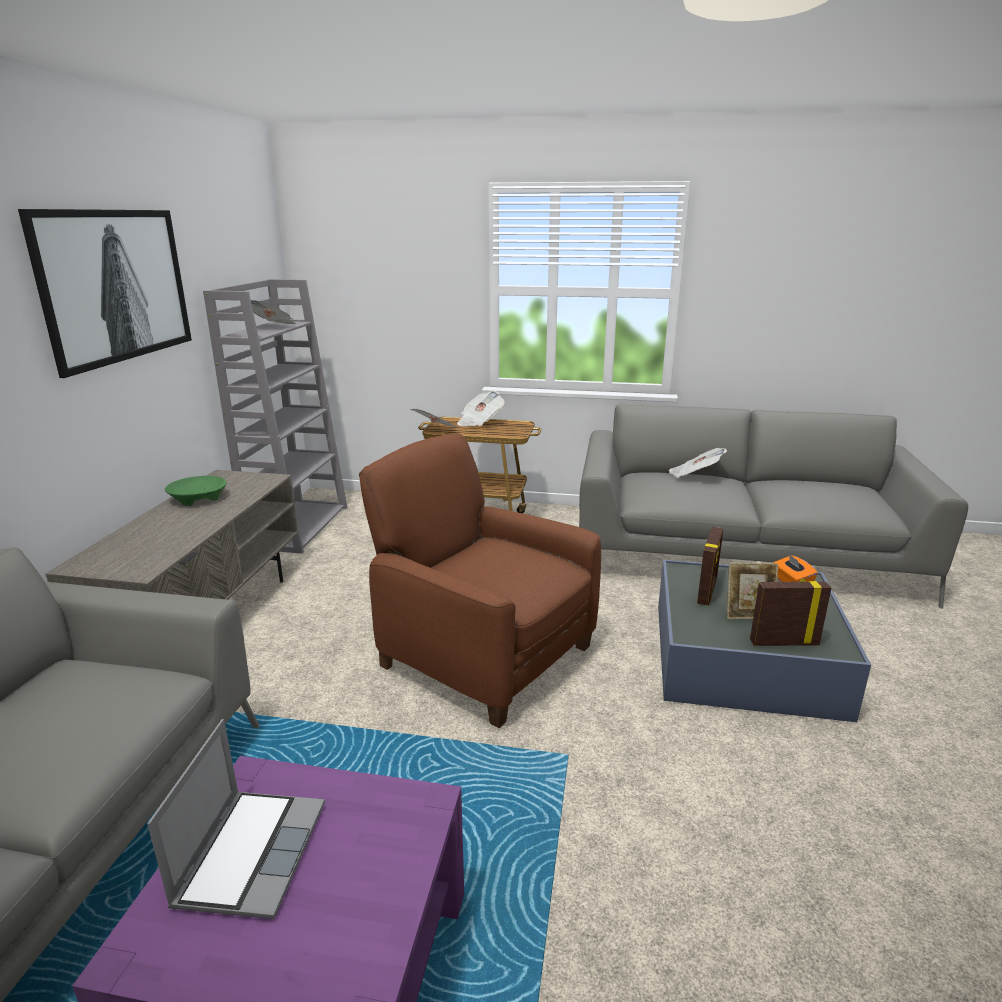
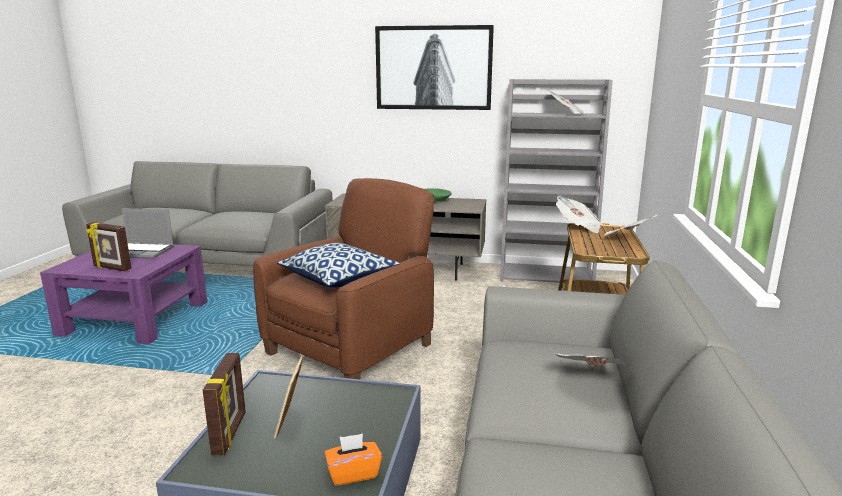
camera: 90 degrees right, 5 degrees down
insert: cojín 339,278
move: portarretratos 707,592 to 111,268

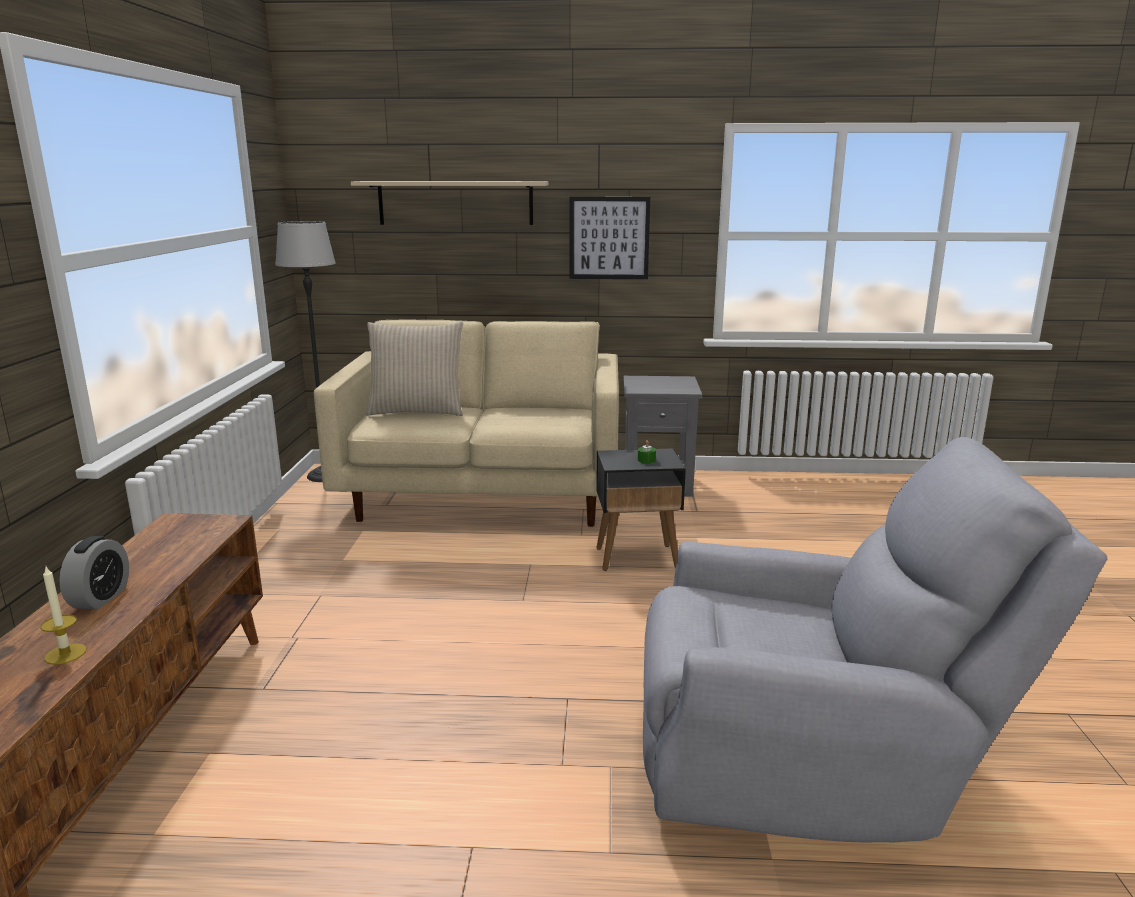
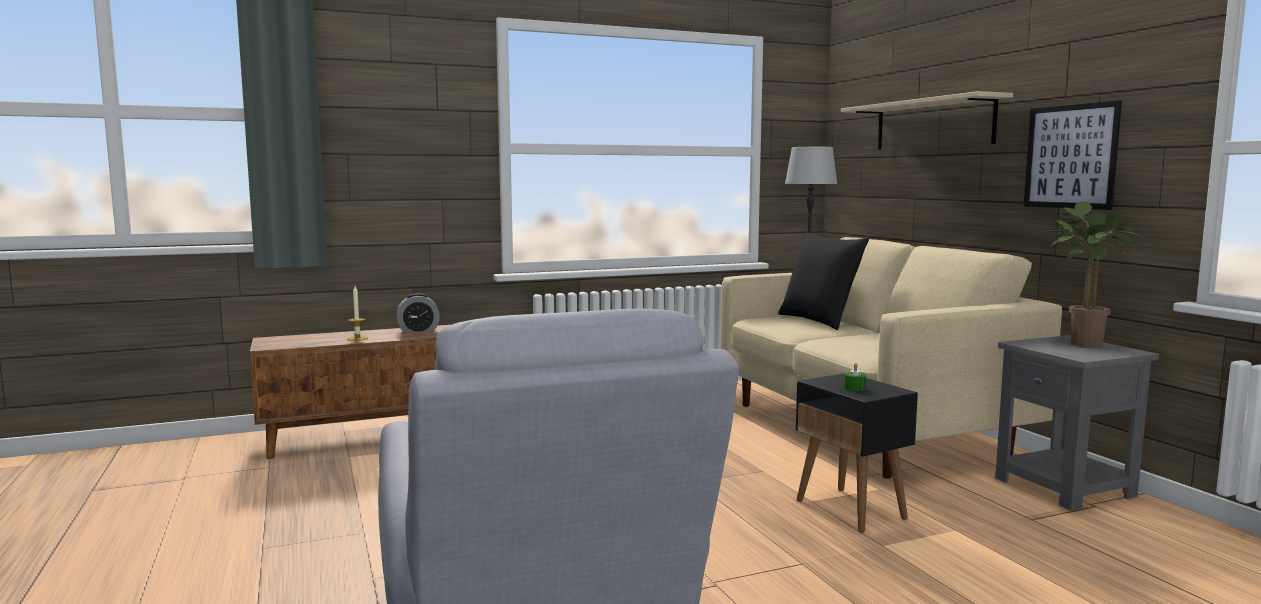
camera: 65 degrees right, 10 degrees down
insert: planta en maceta 1080,343
recolor: cojín/beis 417,411 to cojín/negro 819,321

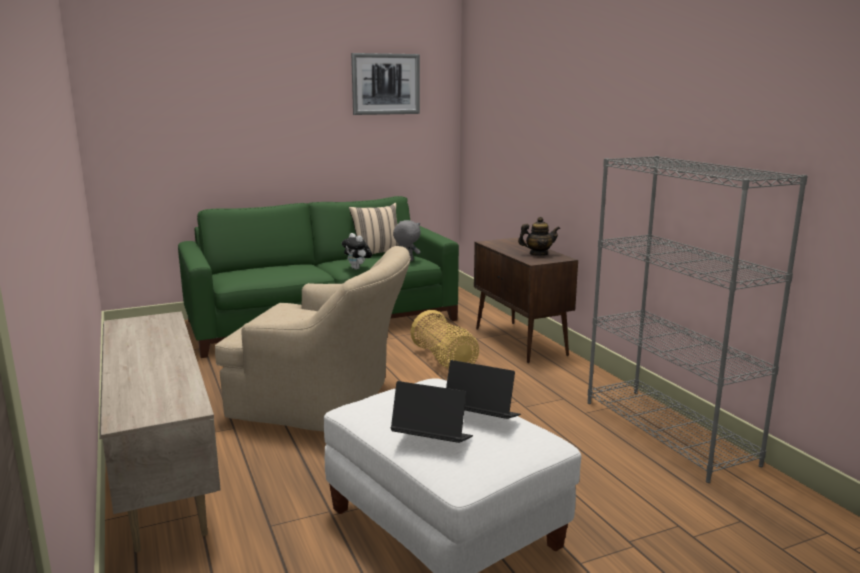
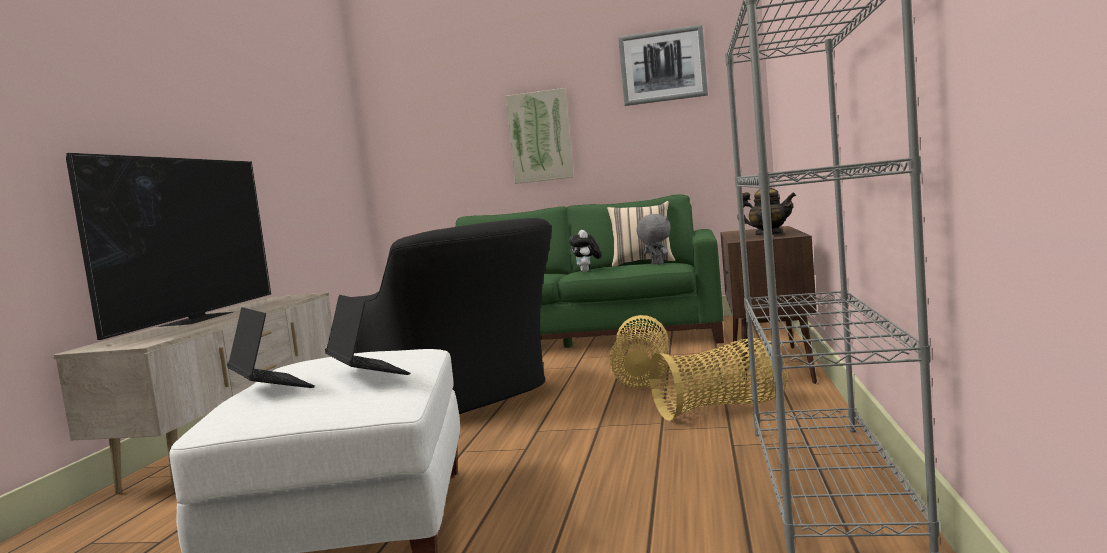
camera: 35 degrees right, 10 degrees down
insert: televisor 198,318; cuadro 540,136; cesta 722,409
recolor: sillón/beis 325,401 to sillón/negro 458,402

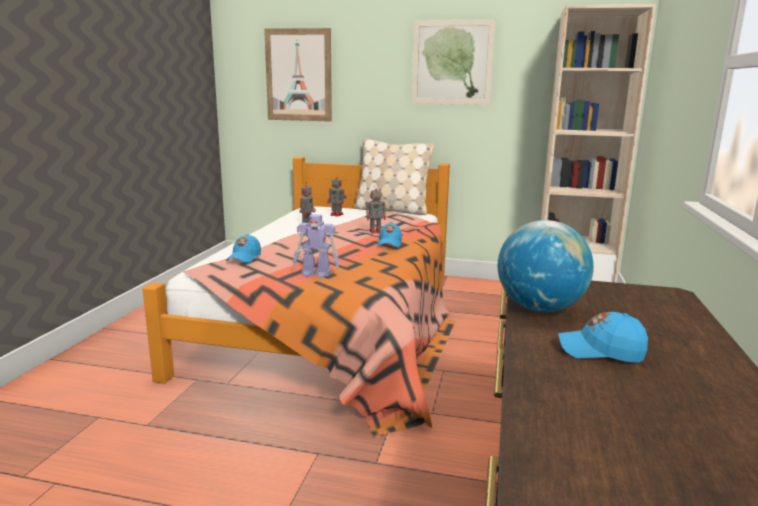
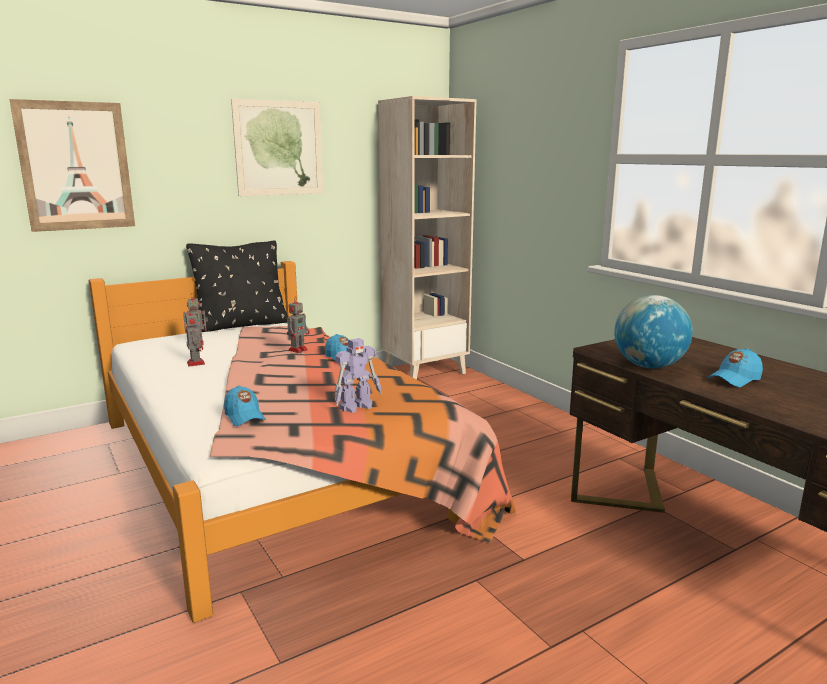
camera: 45 degrees left, 0 degrees up
recolor: cojín/beis 392,210 to cojín/negro 242,325

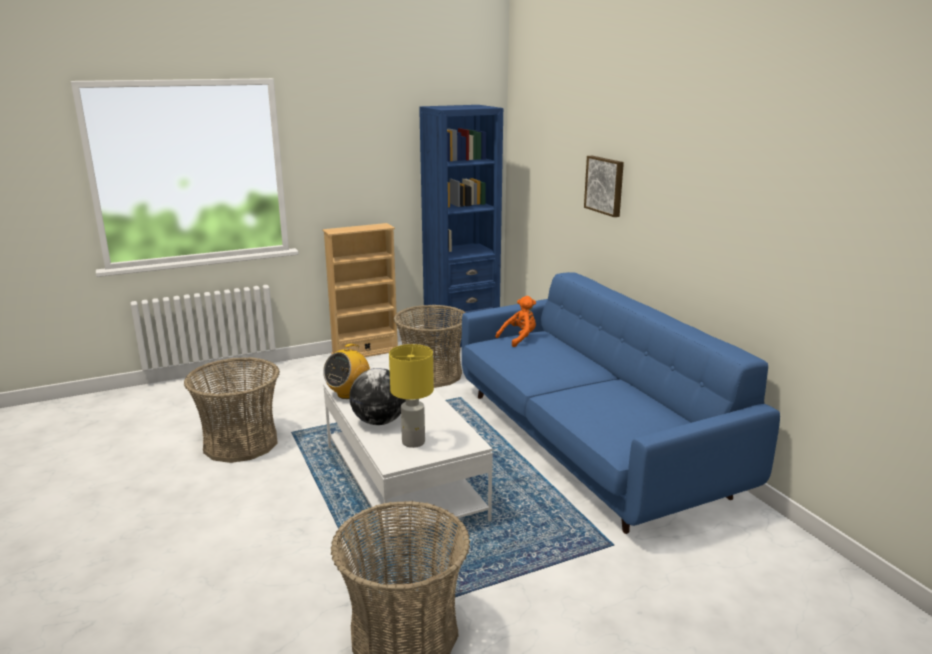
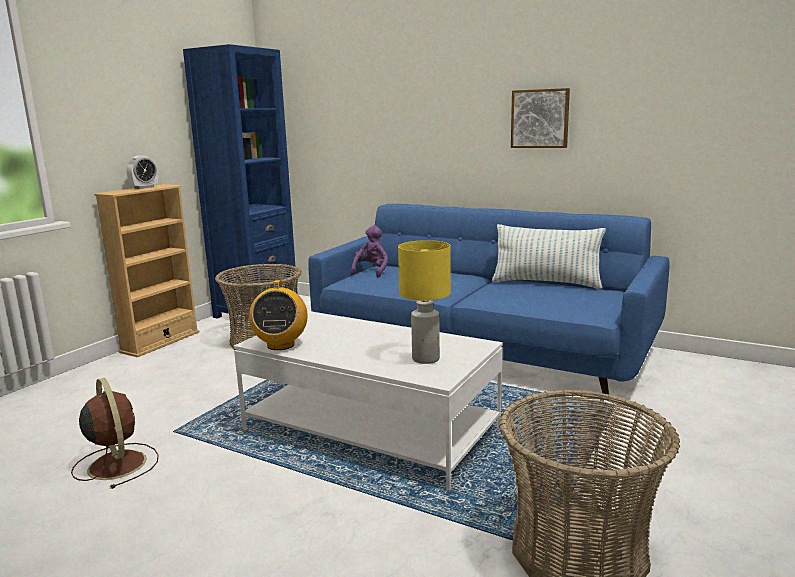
camera: 35 degrees left, 5 degrees down
delete: globo terráqueo 379,422
insert: despertador 144,187; cojín 546,283
move: cuadro 605,185 to 540,118
replace: cesta 240,443 to ventilador/marrón 116,464
recolor: peluche/naranja 519,338 to peluche/morado 371,271

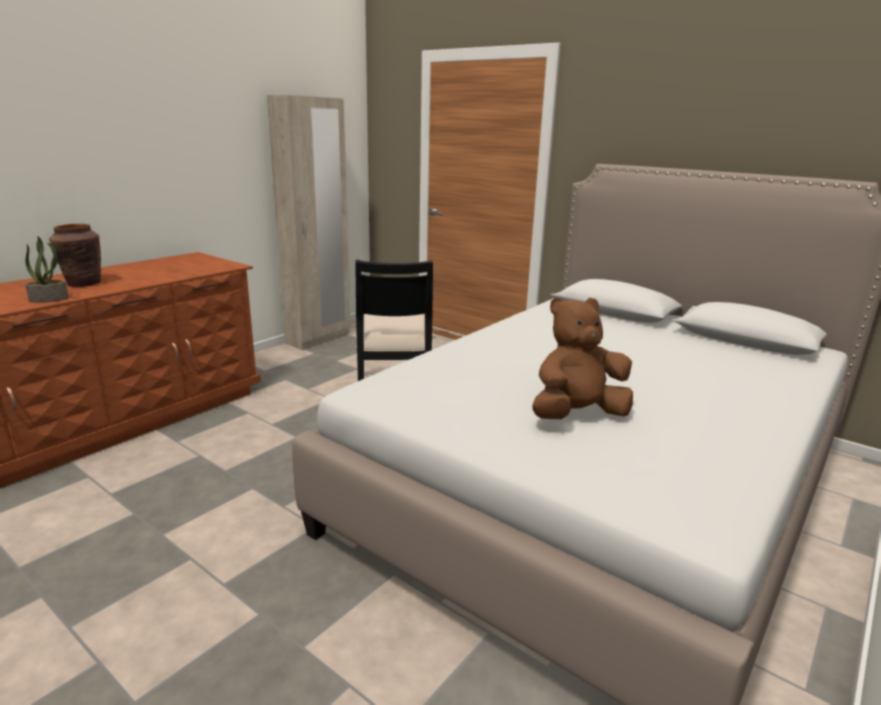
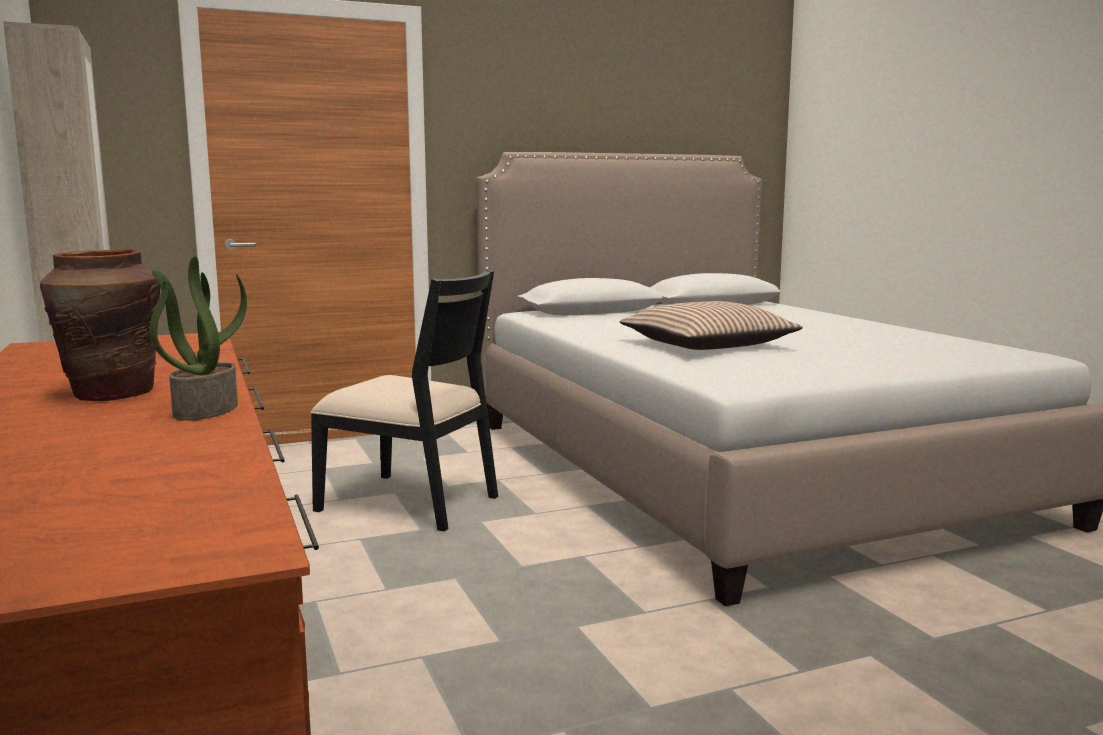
camera: 60 degrees left, 10 degrees down
delete: peluche/marrón 577,415
insert: cojín 707,345

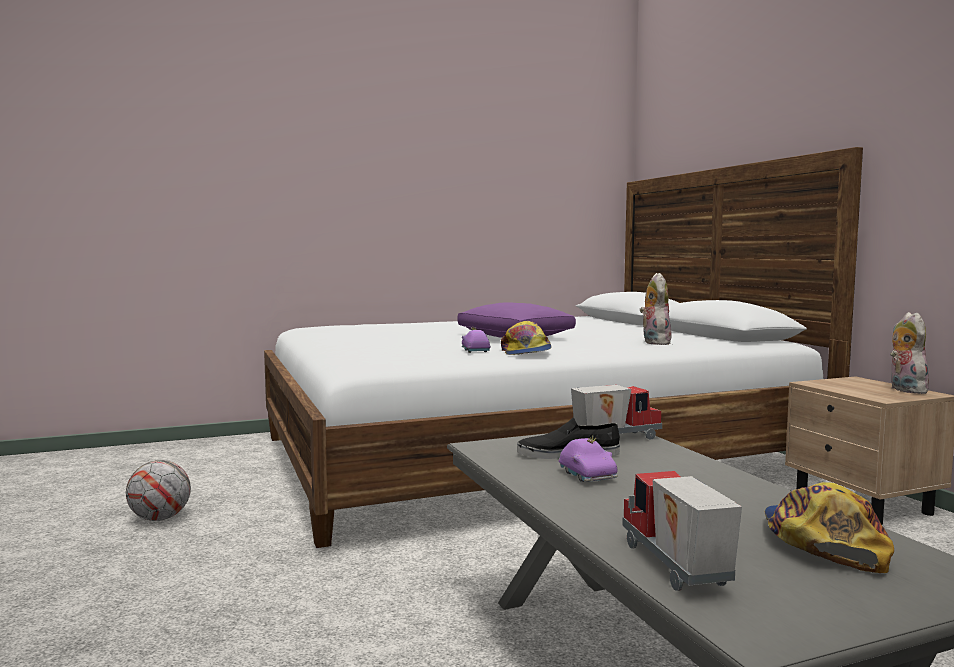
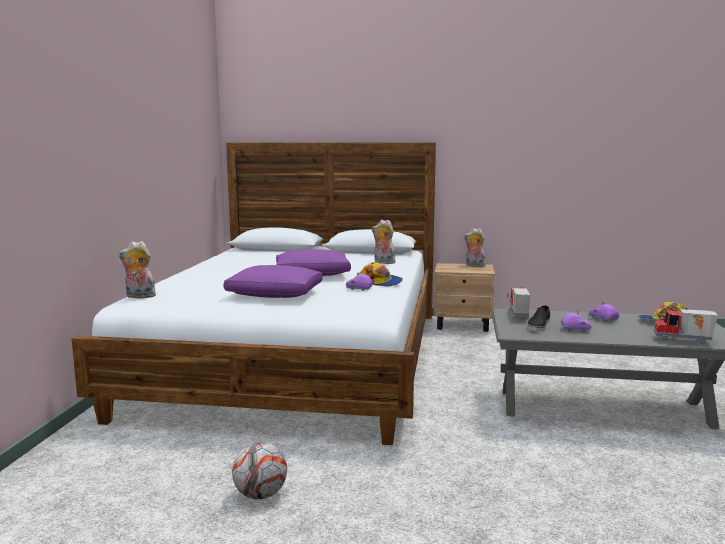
camera: 60 degrees left, 5 degrees up
insert: peluche 139,296; cojín/morado 276,294; coche de juguete/morado 603,319

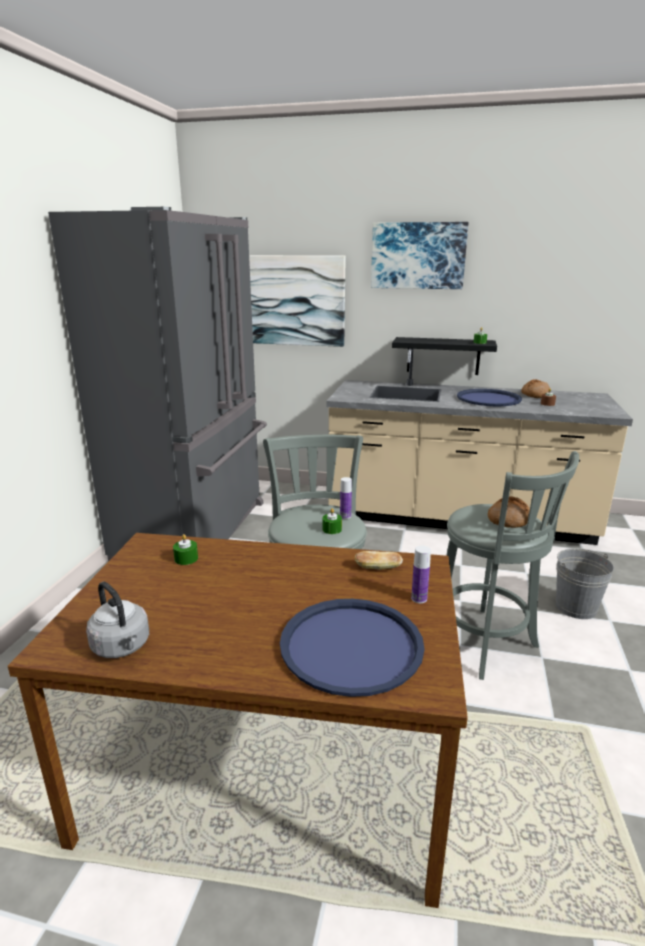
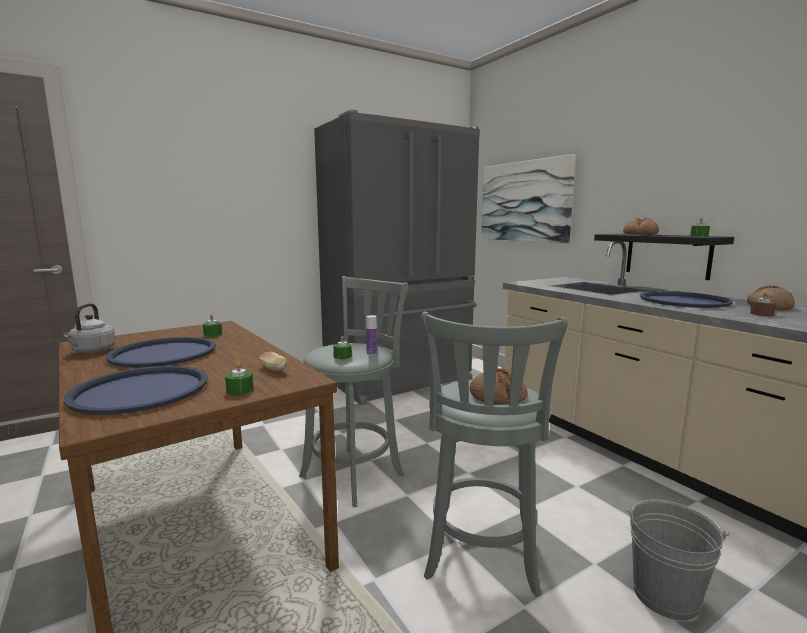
camera: 45 degrees right, 10 degrees down
delete: cuadro 418,256
insert: bandeja/azul 163,353; pan 640,234
replace: botella 419,598 to vela/verde 240,390

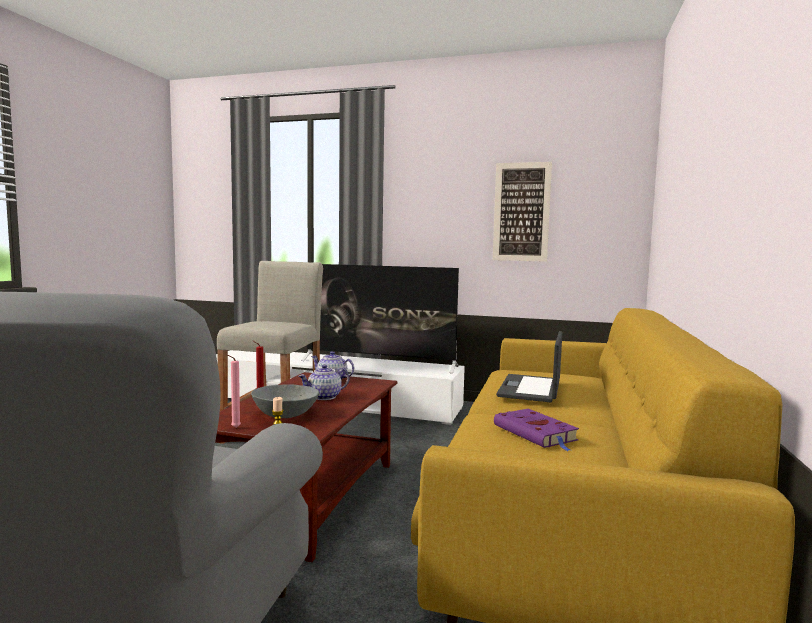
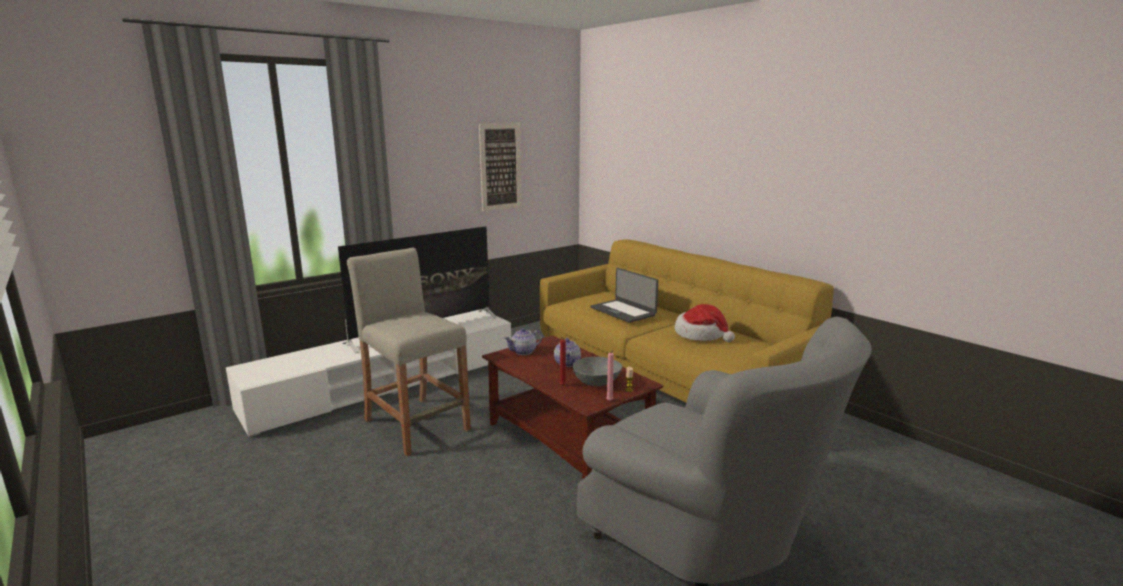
camera: 55 degrees left, 10 degrees up
replace: libro/morado 536,434 to sombrero 701,334

